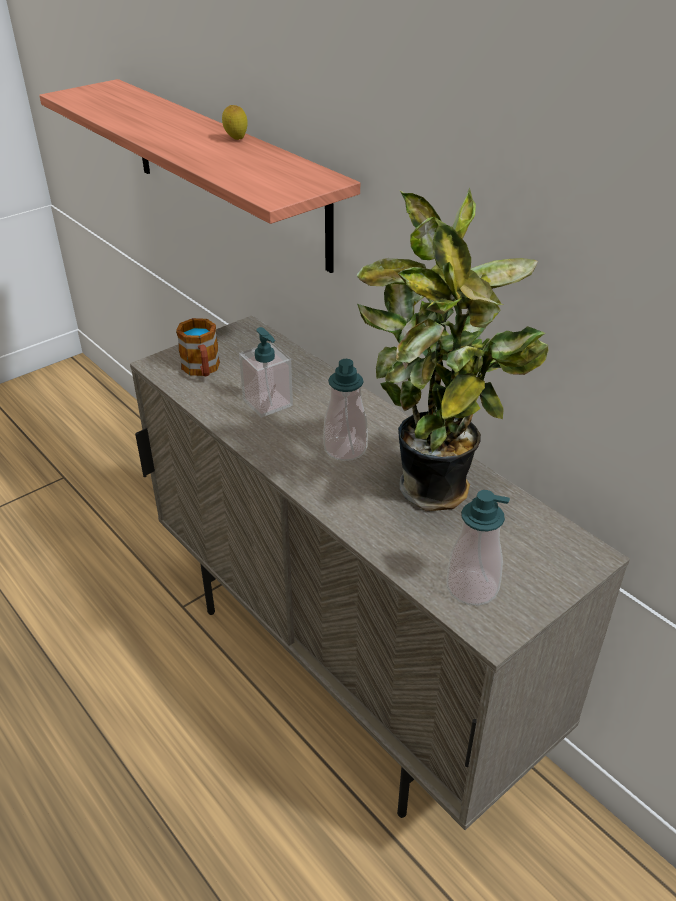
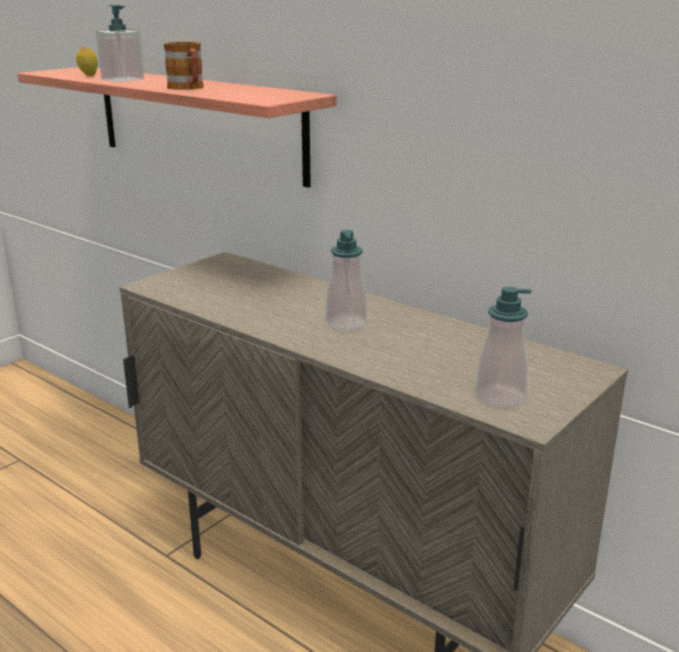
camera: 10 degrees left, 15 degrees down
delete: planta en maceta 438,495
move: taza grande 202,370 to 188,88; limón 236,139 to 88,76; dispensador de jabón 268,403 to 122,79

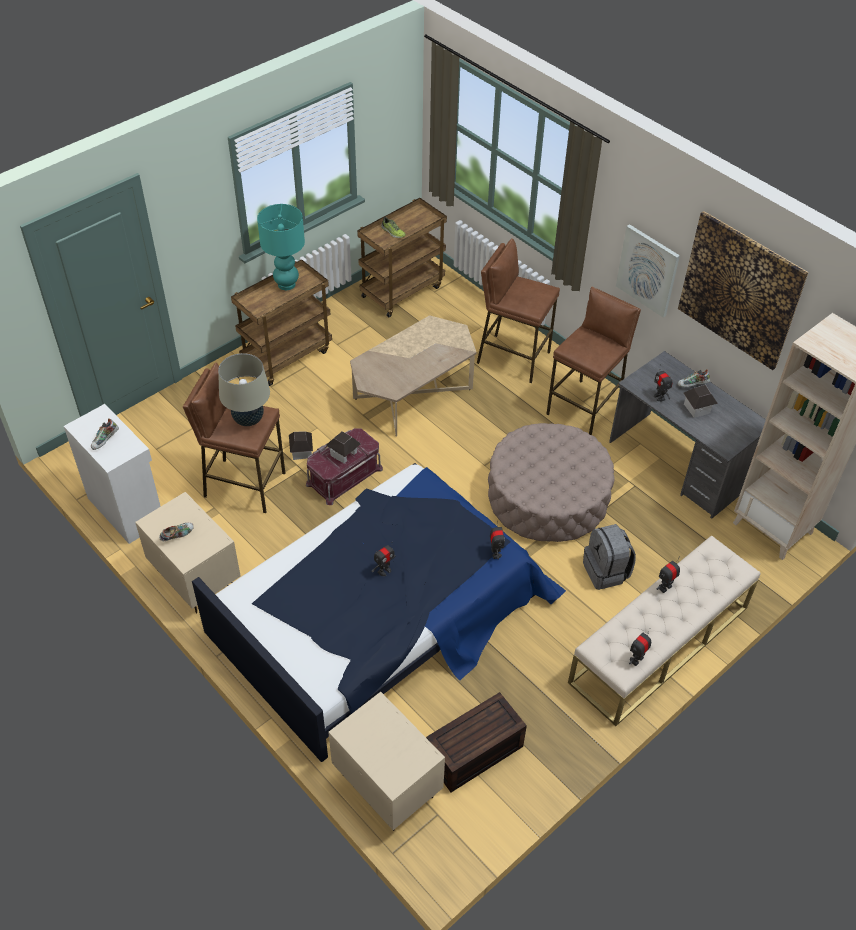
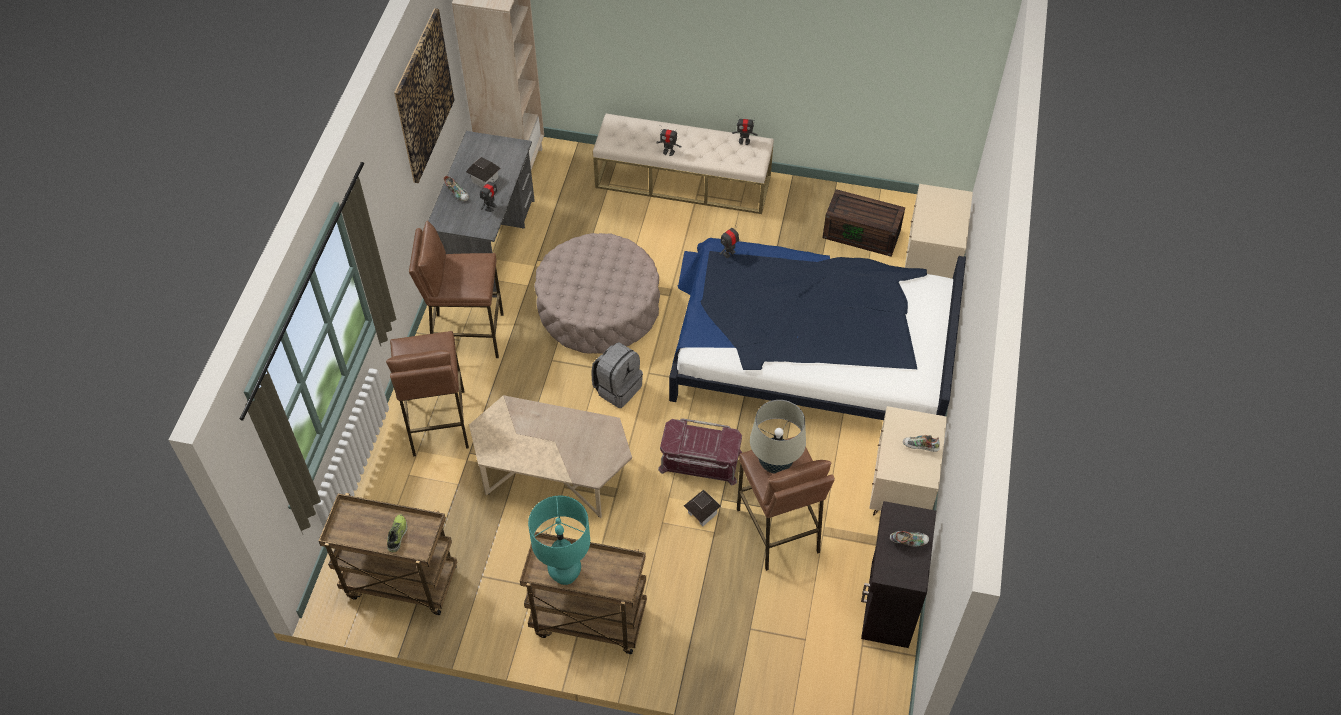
camera: 125 degrees left, 5 degrees up
delete: casita 343,454; robot de juguete 384,570; cuadro 648,270
move: mochila/gris 606,572 to 617,388
recolor: armario/blanco 126,508 to armario/negro 888,604

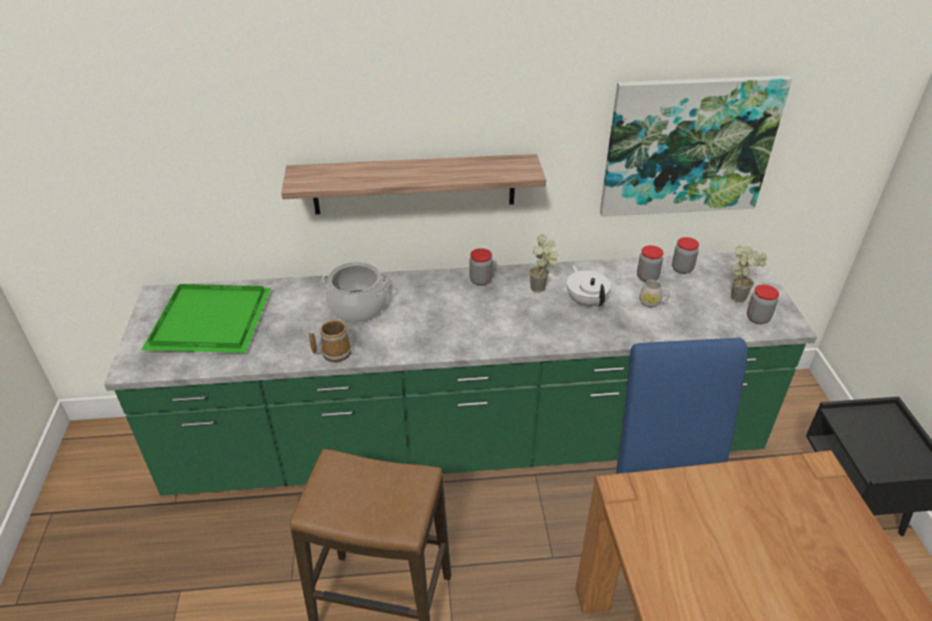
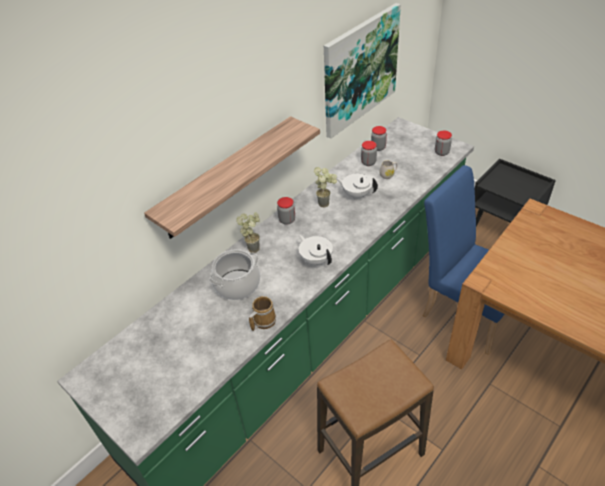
camera: 40 degrees left, 5 degrees up
delete: bandeja/verde 211,322
insert: tetera/blanco 316,260
move: planta en maceta 740,296 to 254,246

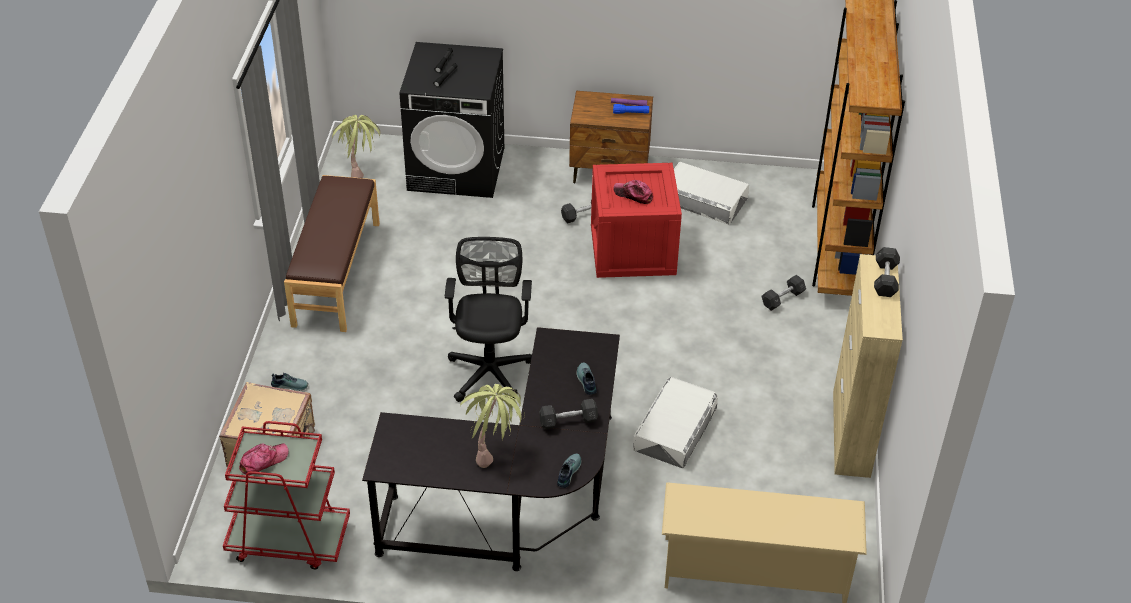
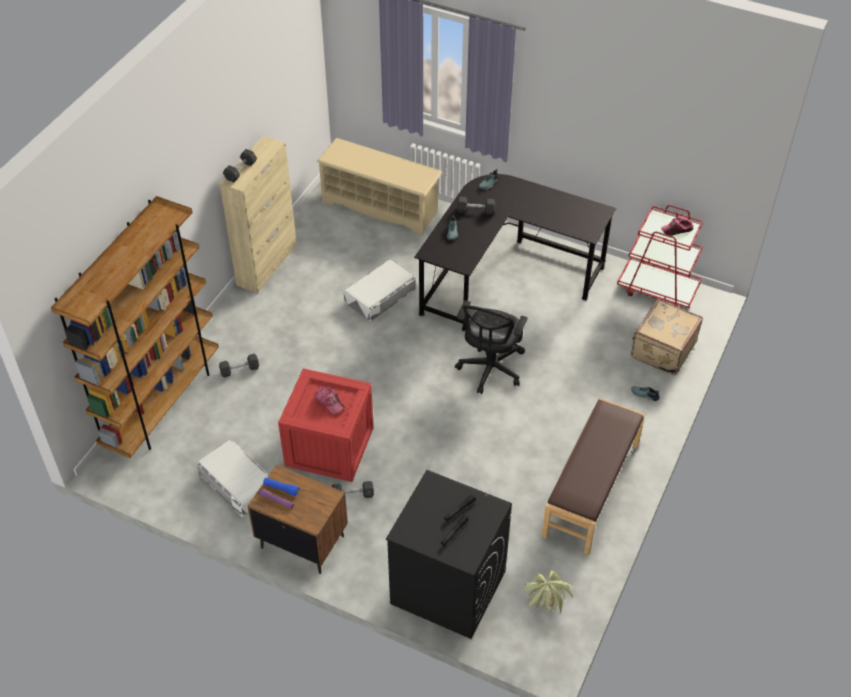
camera: 160 degrees left, 5 degrees up
delete: planta en maceta 494,450

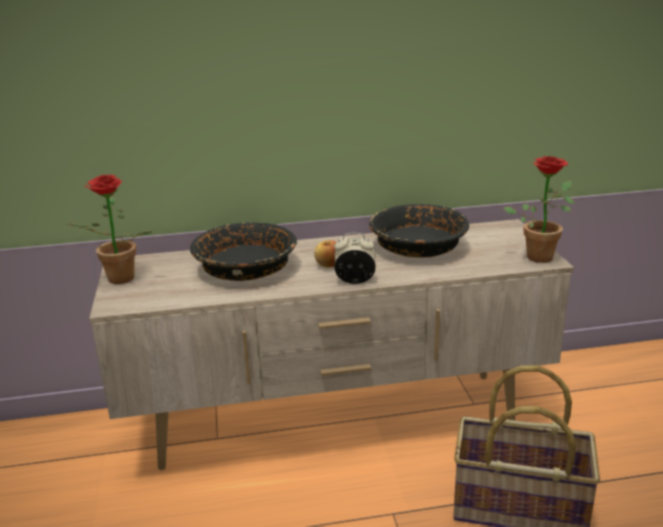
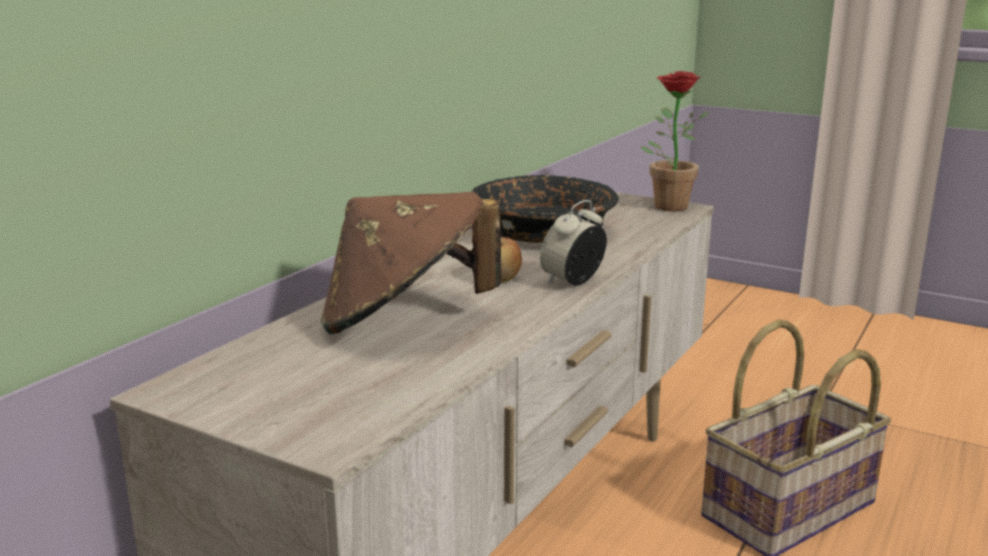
camera: 50 degrees left, 5 degrees down
delete: planta en maceta 116,280
replace: cuenco/negro 245,268 to sombrero/marrón 405,320

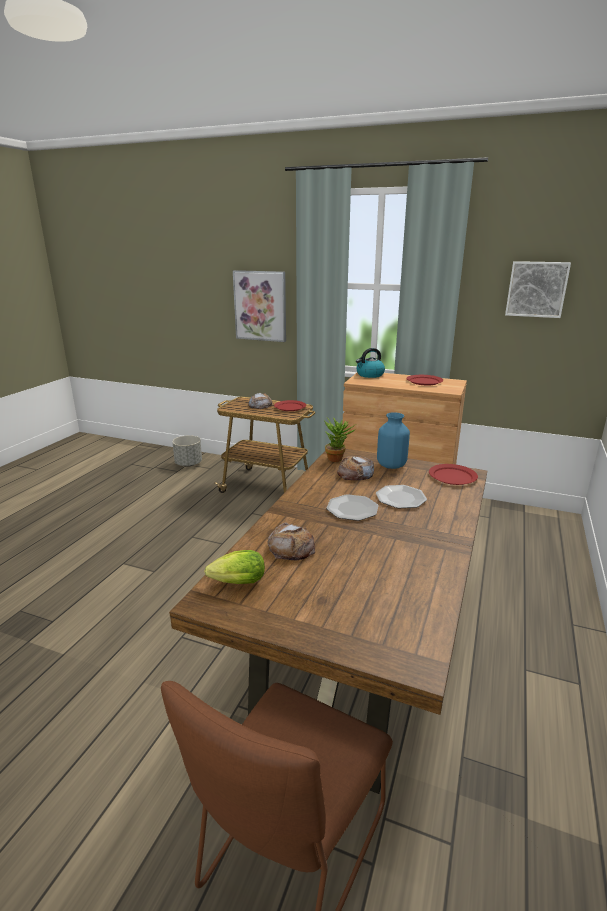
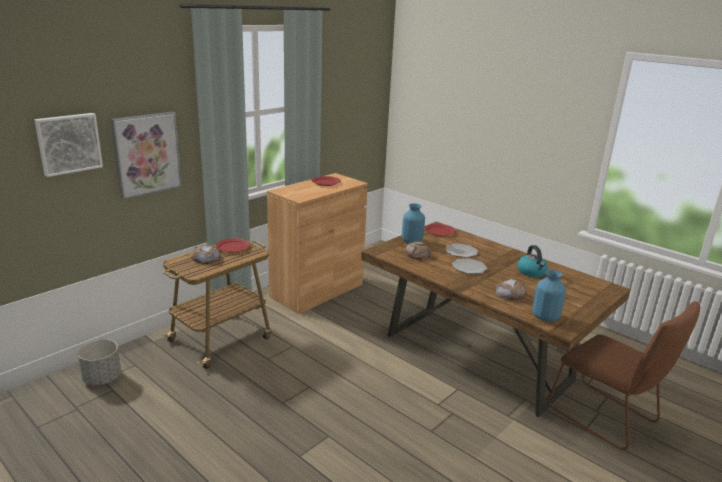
camera: 70 degrees left, 0 degrees up
delete: planta en maceta 338,459
move: hervidor 369,375 to 532,272; cuadro 536,289 to 68,143
replace: lechuga 235,583 to florero/azul 545,317

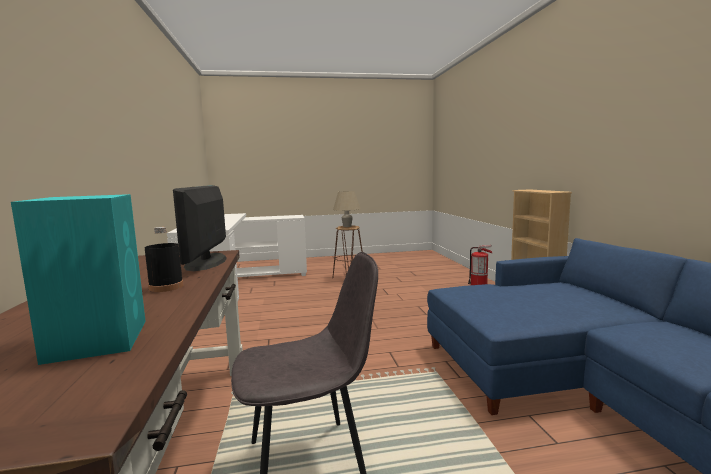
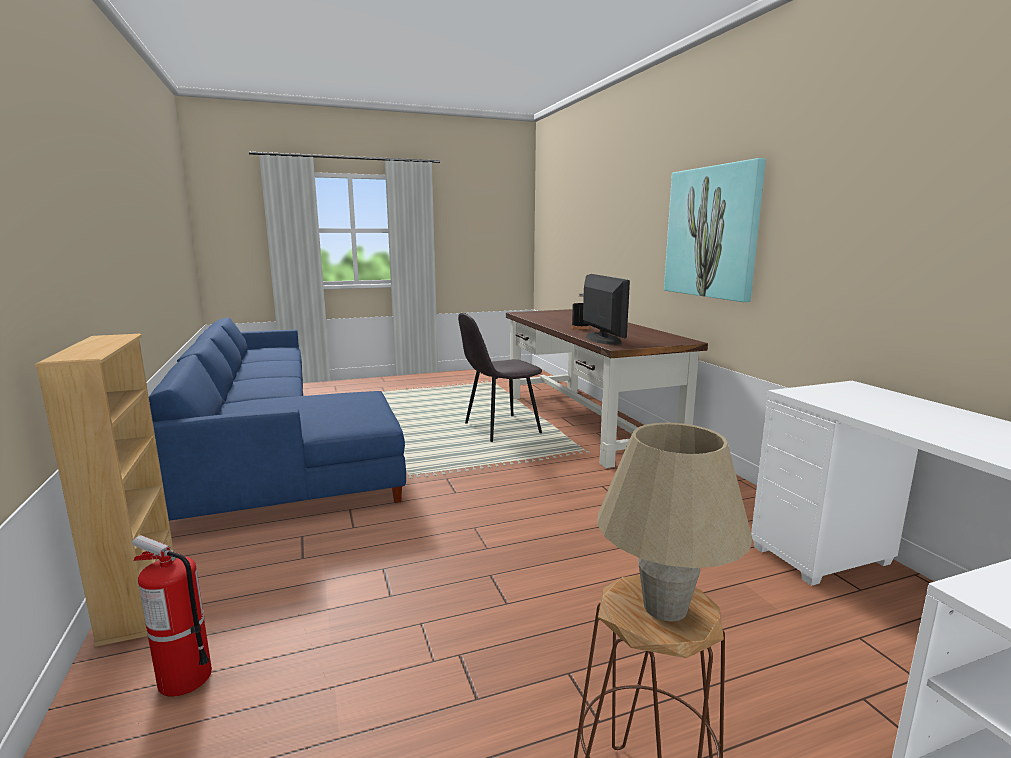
camera: 170 degrees right, 5 degrees up
delete: altavoz/turquesa 99,339
insert: cuadro 712,232

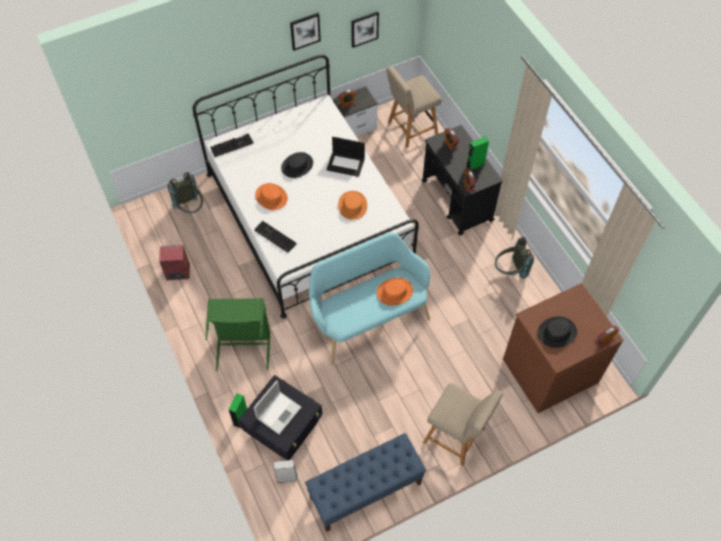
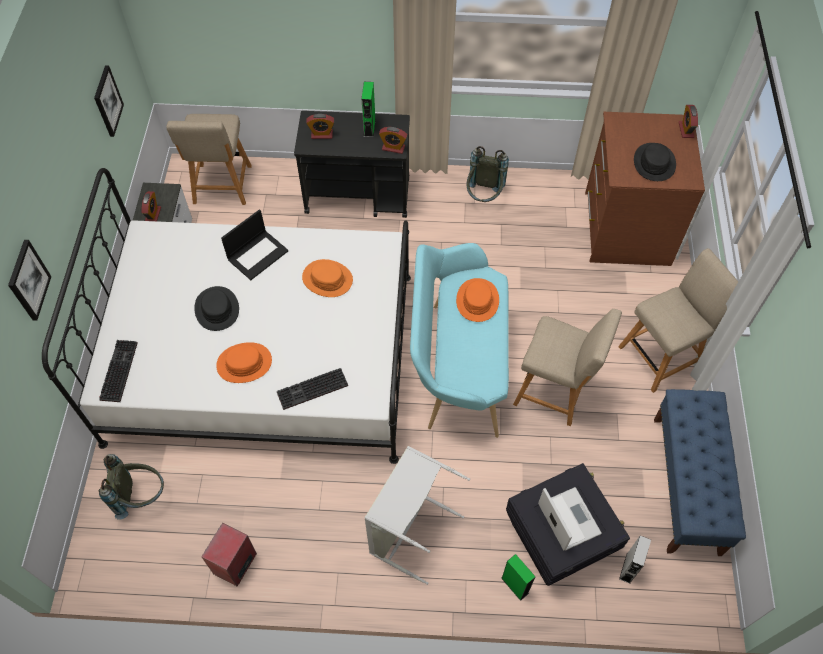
camera: 60 degrees left, 0 degrees up
insert: silla/beis 555,392
move: cuadro 305,31 to 28,280
recolor: cesto de la ropa/verde 243,345 to cesto de la ropa/gris 408,530

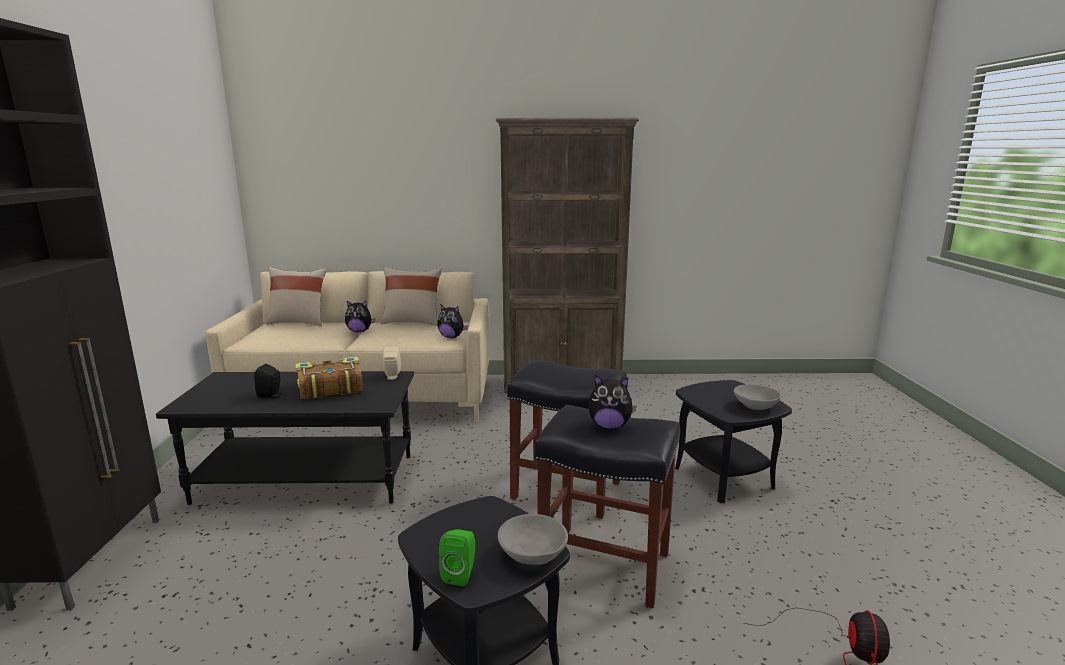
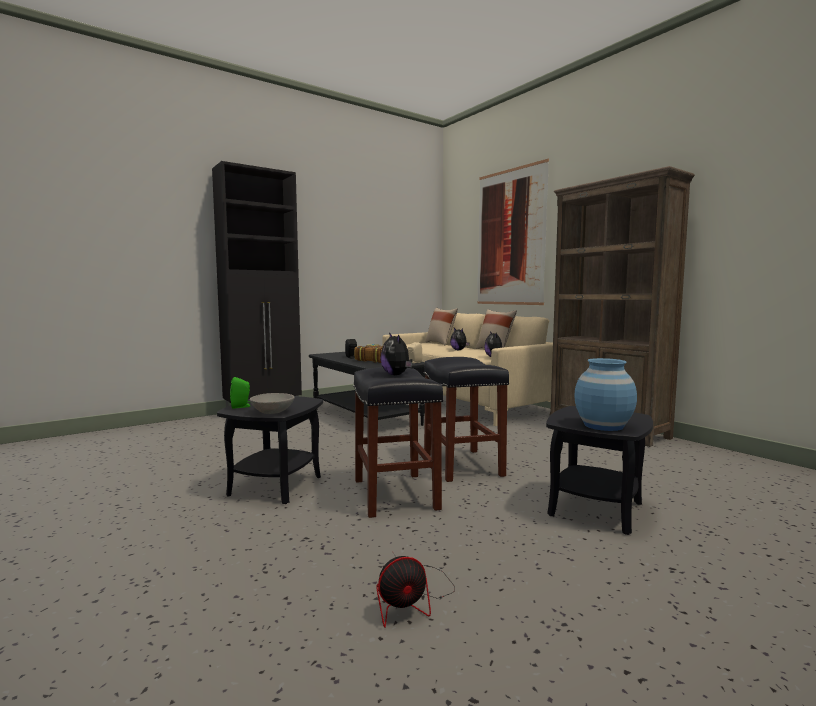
camera: 55 degrees right, 10 degrees down
insert: cuadro 510,237
replace: cuenco/gris 755,406 to florero/azul 603,425

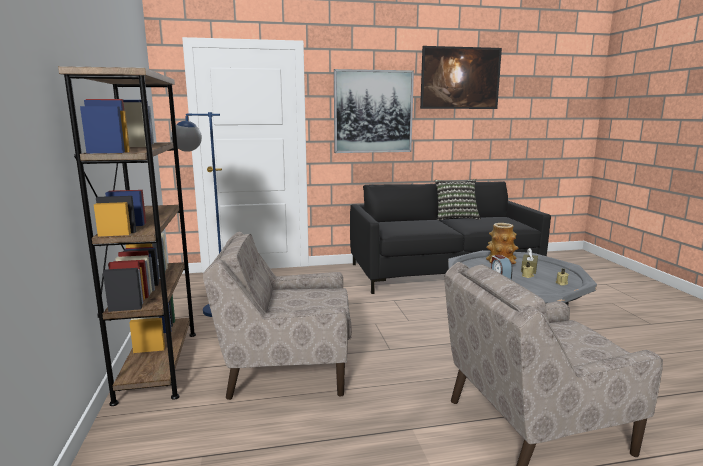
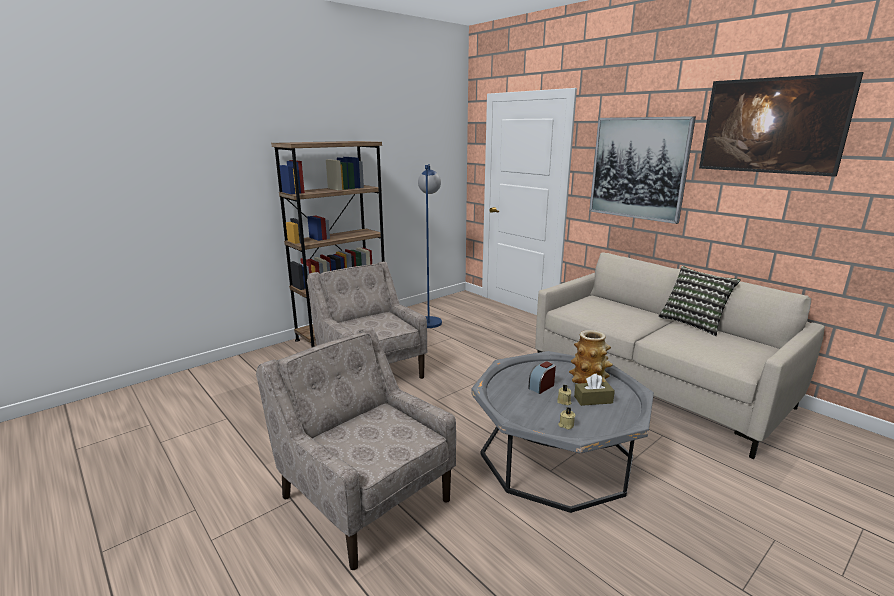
camera: 60 degrees right, 5 degrees up
recolor: sofá/negro 442,272 to sofá/beis 655,385

